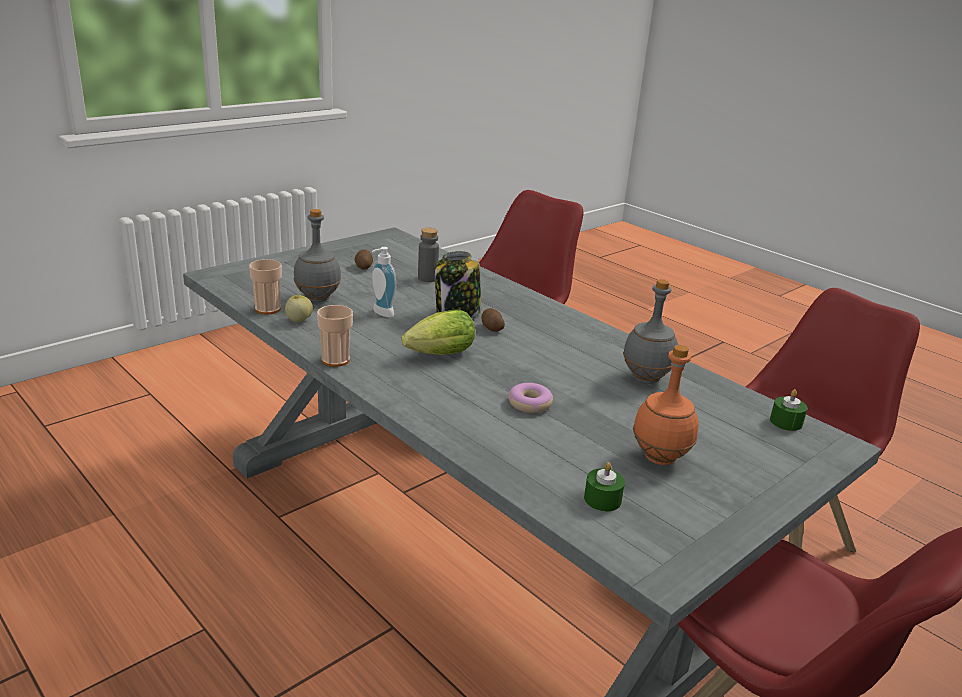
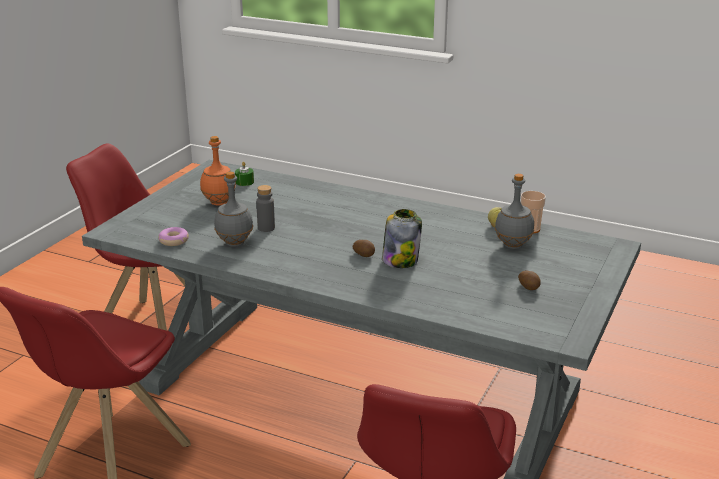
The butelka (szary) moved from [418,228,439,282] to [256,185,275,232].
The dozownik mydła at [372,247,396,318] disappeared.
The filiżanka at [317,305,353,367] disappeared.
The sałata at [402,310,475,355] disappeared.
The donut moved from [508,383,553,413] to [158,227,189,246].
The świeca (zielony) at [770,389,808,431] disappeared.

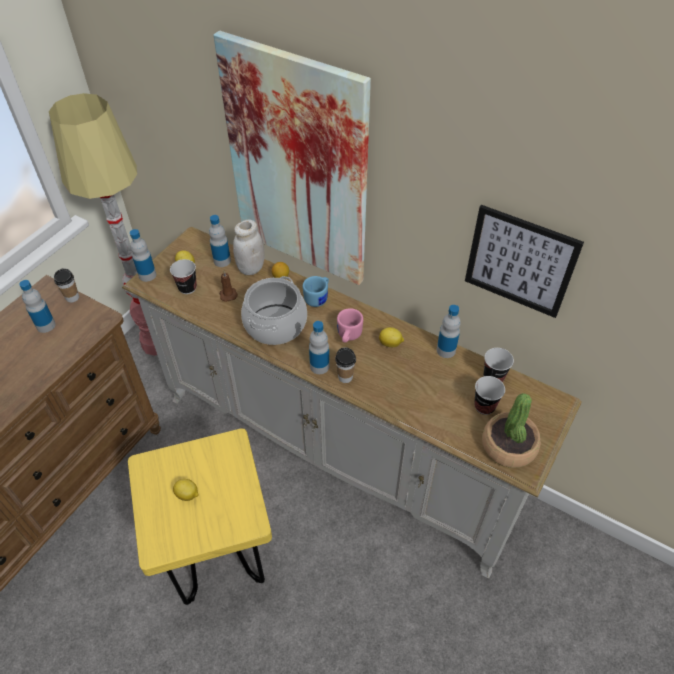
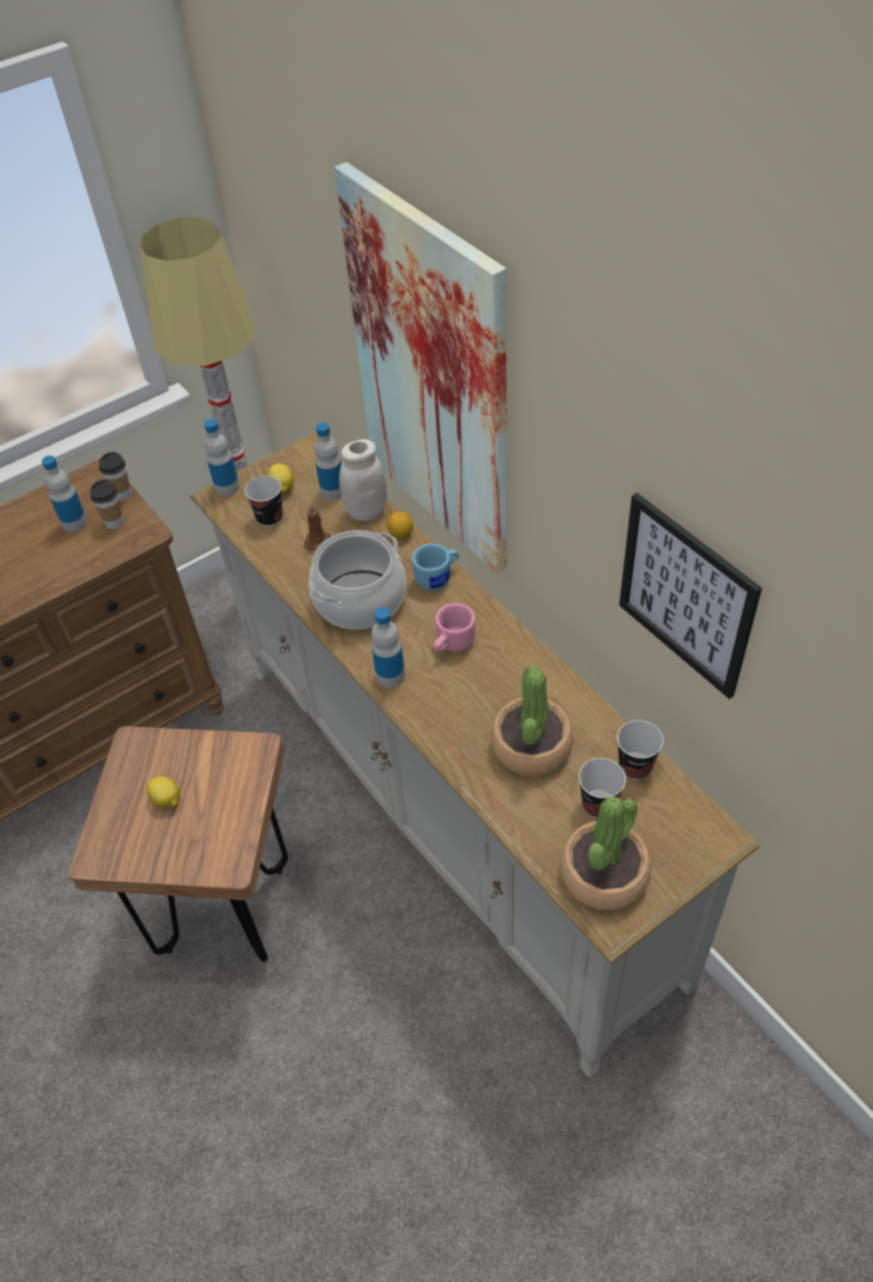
The butelka at [437,305,461,358] disappeared.
The cytryna at [379,327,404,347] disappeared.
The filiżanka moved from [335,347,356,383] to [90,480,124,529].
The stołek (żółty) at [128,428,272,605] became the stołek (brązowy) at [69,726,288,962].
The roślina doniczkowa at [490,665,573,776] appeared.

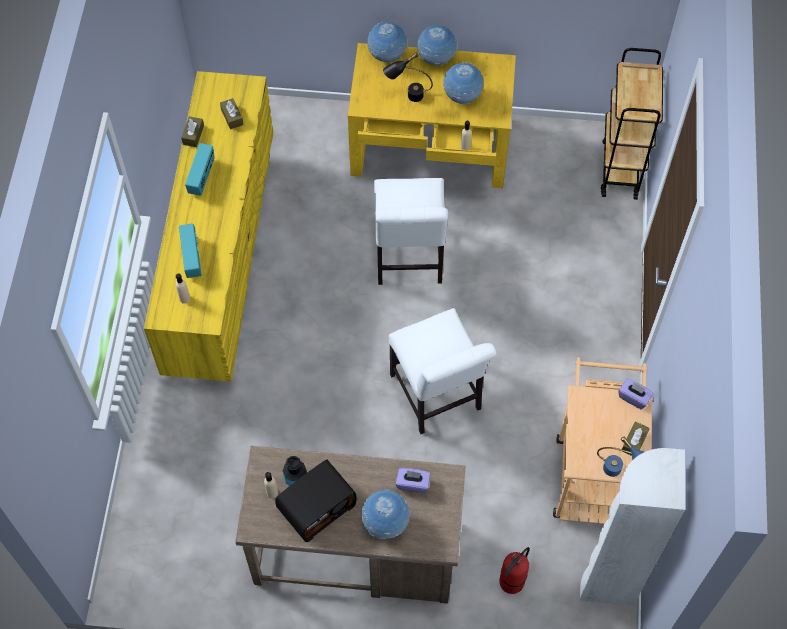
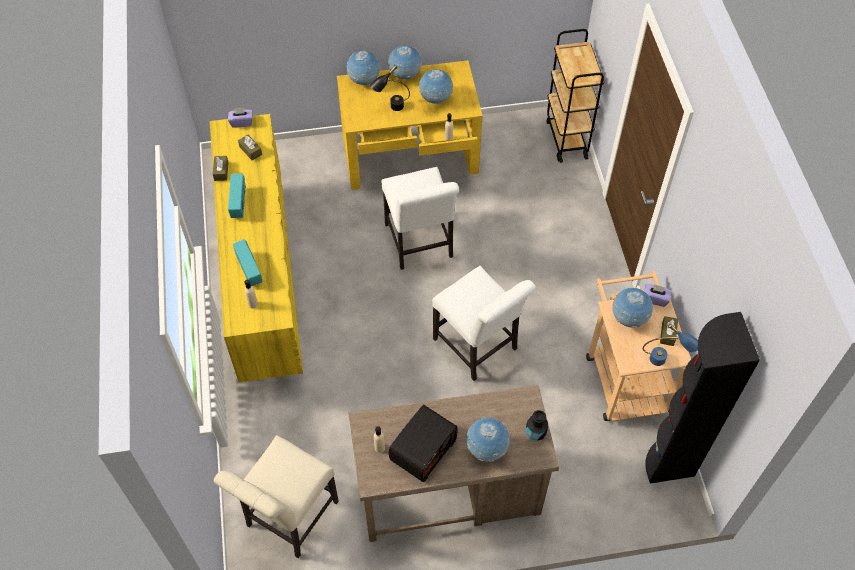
The regał (biały) at [580,448,685,606] became the regał (czarny) at [645,312,760,484].
The butelka (czarny) moved from [283,456,307,486] to [526,410,548,441].
The pudełko chusteczek (fioletowy) moved from [396,468,430,493] to [228,108,252,128].
The gaśnica at [500,547,530,594] disappeared.
The globus at [612,288,653,327] appeared.
The krzesło (beżowy) at [214,435,339,558] appeared.

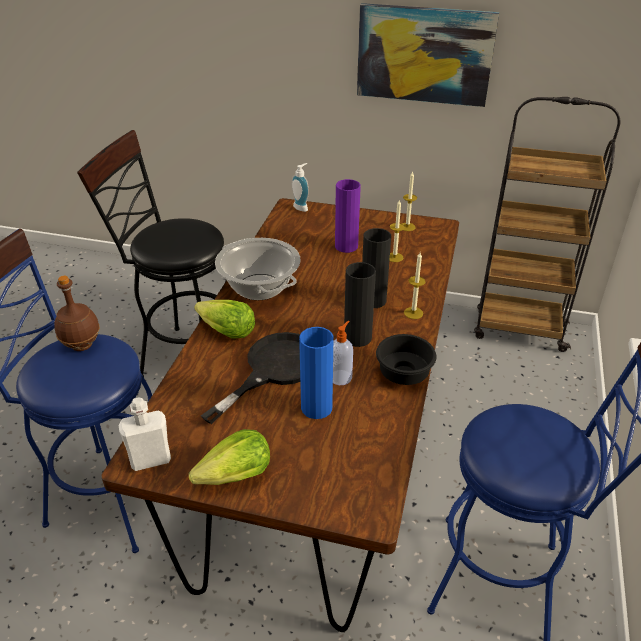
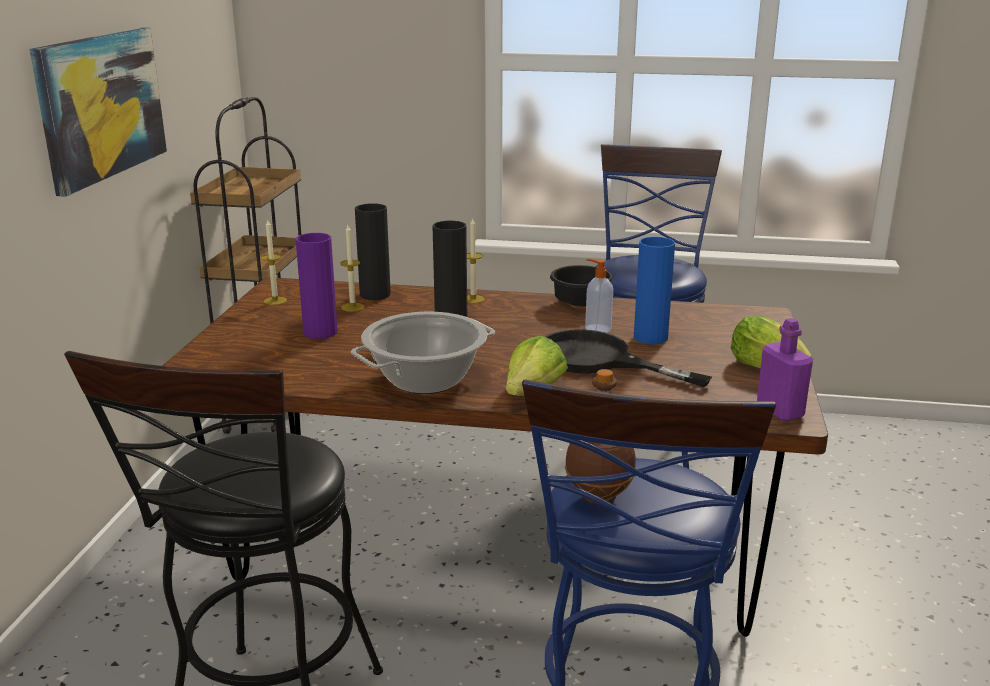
The dozownik mydła at [291,163,309,212] disappeared.
The wazon (czarny) moved from [344,262,376,347] to [355,203,391,300].
The butelka (biały) at [119,397,171,471] became the butelka (fioletowy) at [757,318,813,421].

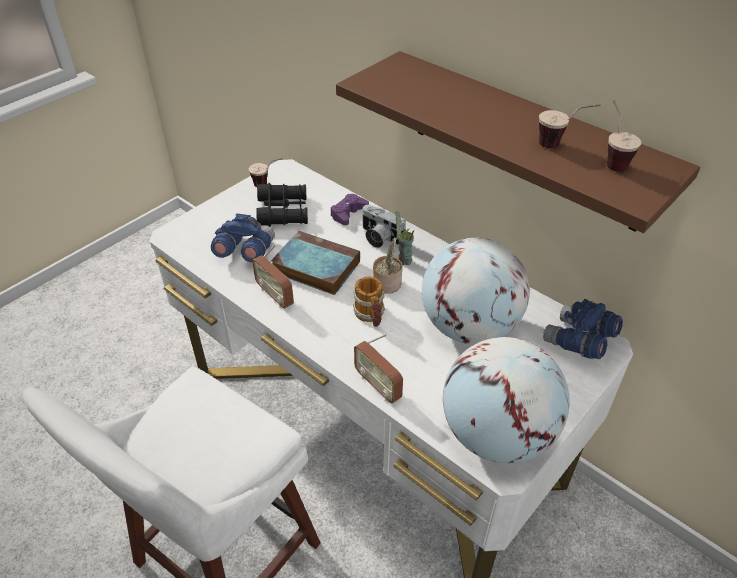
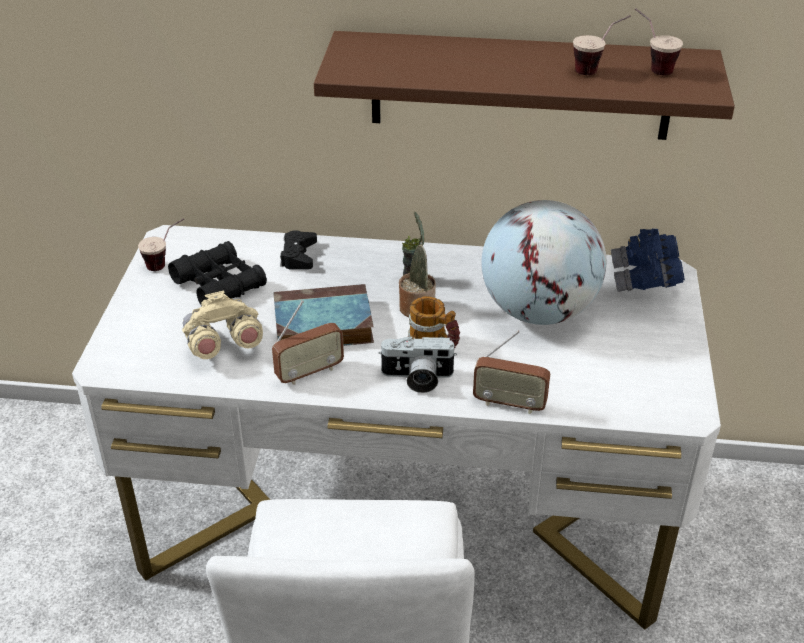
The pad do gier (fioletowy) at [331,194,369,225] became the pad do gier (czarny) at [280,230,317,270].
The aparat fotograficzny moved from [362,205,406,248] to [378,336,457,393].
The lornetka (niebieski) at [211,213,275,262] became the lornetka (beżowy) at [182,290,263,359].
The radio at [252,245,294,308] turned 45 degrees counterclockwise.
The globus at [443,337,570,463] disappeared.

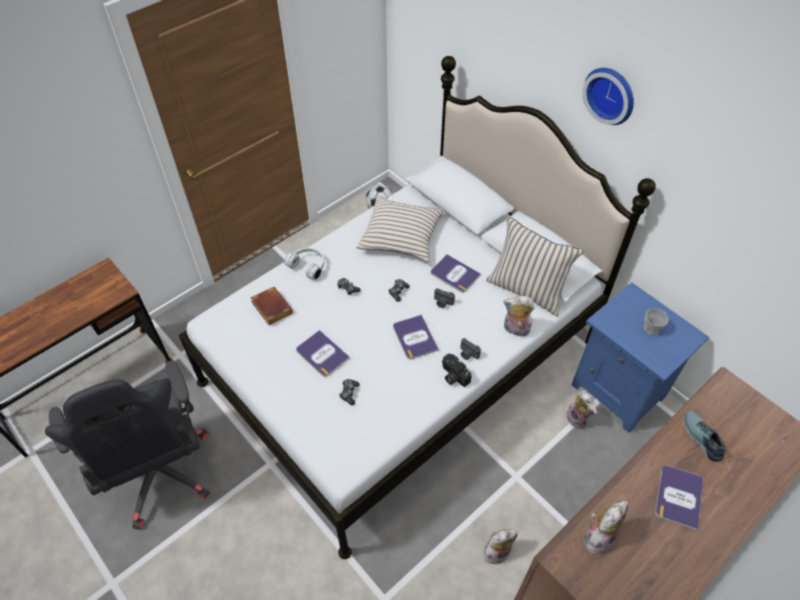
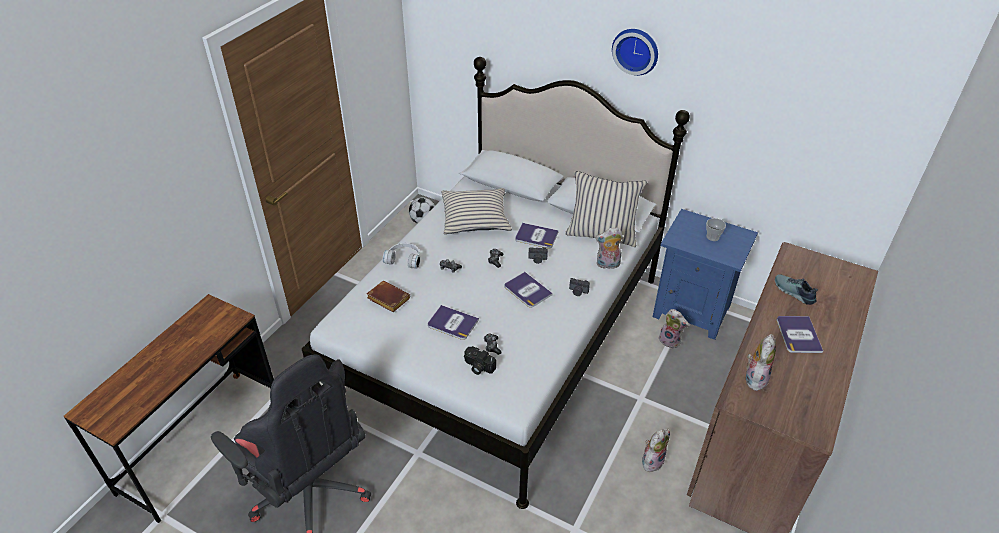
The aparat fotograficzny moved from [442,353,472,387] to [464,346,496,375].

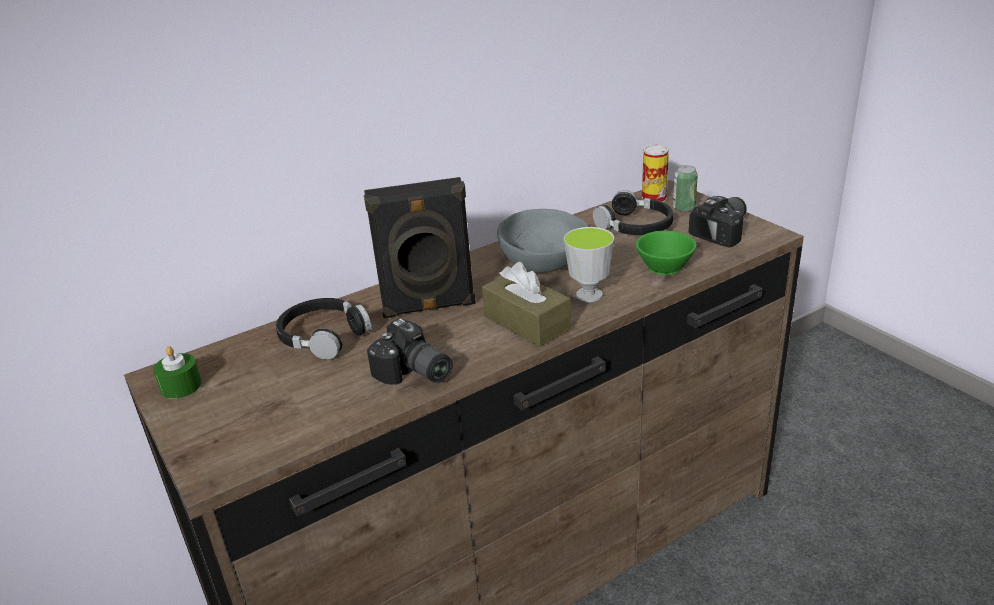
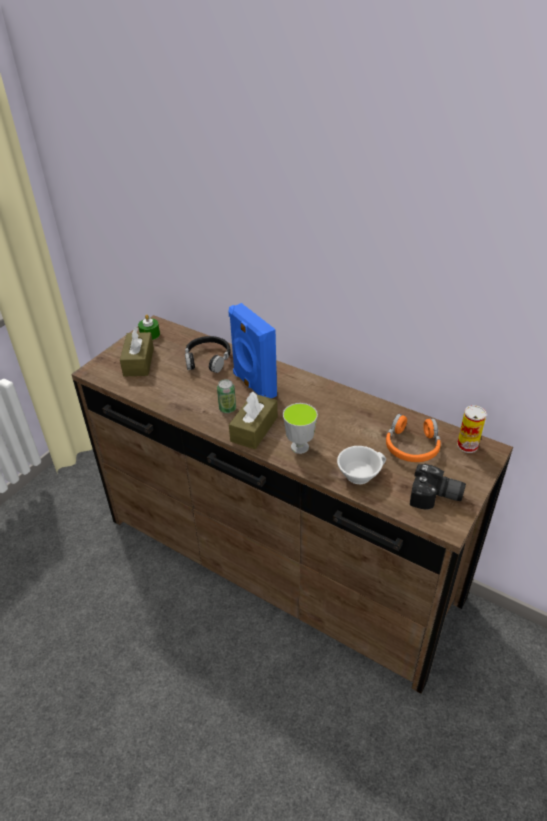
The puszka moved from [673,165,698,212] to [217,379,236,413].
The głośnik (czarny) at [364,177,476,318] became the głośnik (niebieski) at [228,303,277,398].
The słuchawki (czarny) at [593,190,674,235] became the słuchawki (pomarańczowy) at [386,414,441,462].
The miska (szary) at [497,209,588,273] disappeared.
The filiżanka (zielony) at [636,231,697,275] became the filiżanka (biały) at [337,446,386,484].
The aparat fotograficzny at [367,318,453,385] disappeared.
The pudełko chusteczek (brązowy) at [120,327,154,377] appeared.

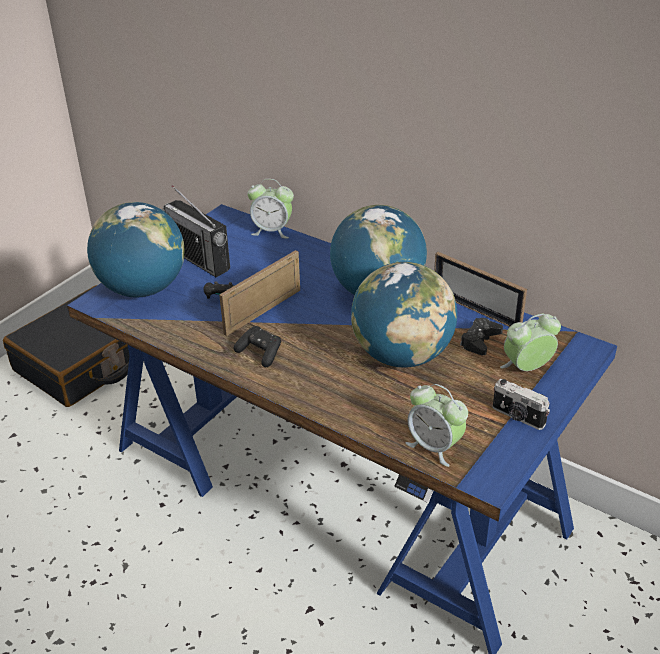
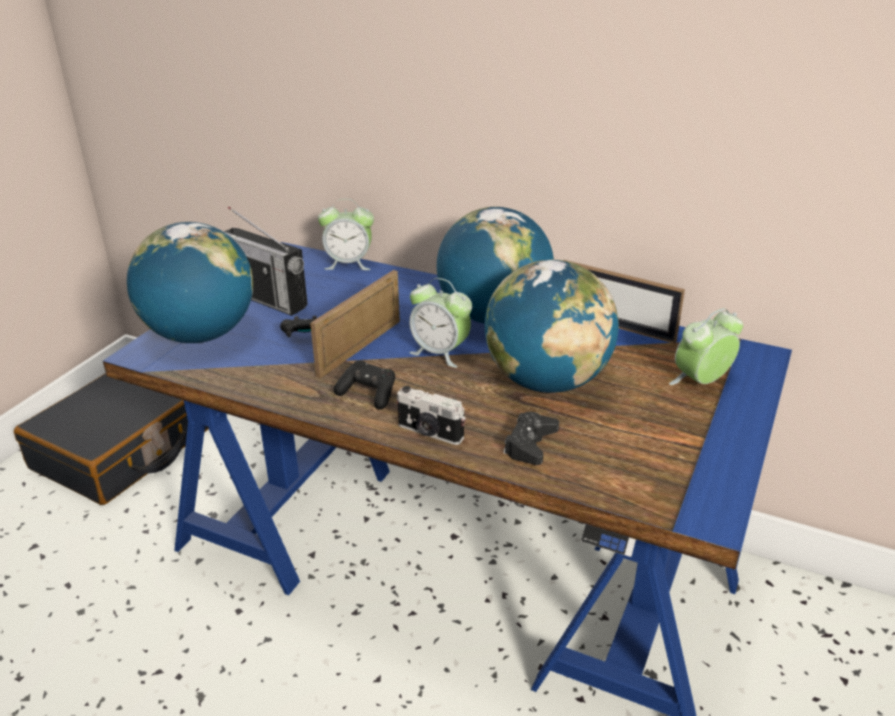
The pad do gier (czarny) moved from [460,318,503,355] to [503,412,559,465].
The aparat fotograficzny moved from [493,379,550,430] to [397,386,465,445].
The budzik moved from [406,384,468,467] to [409,278,472,368].

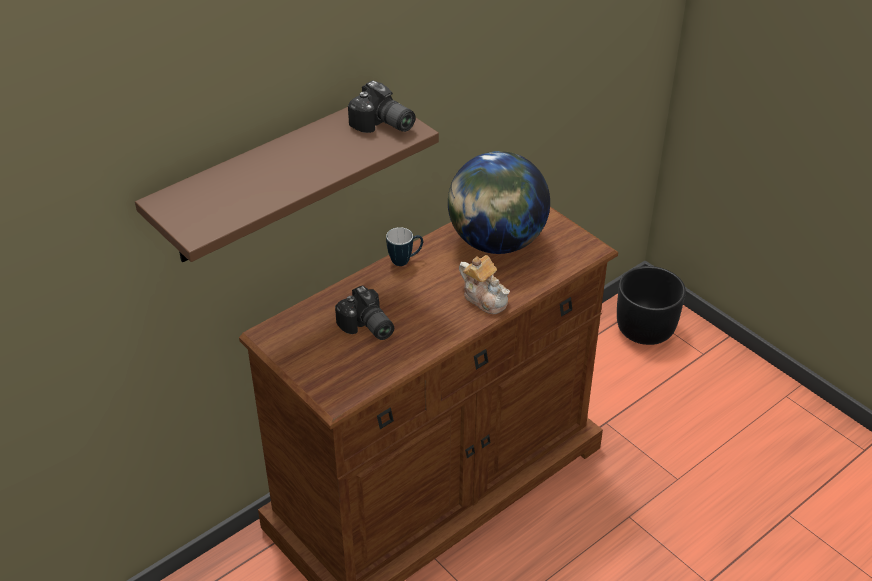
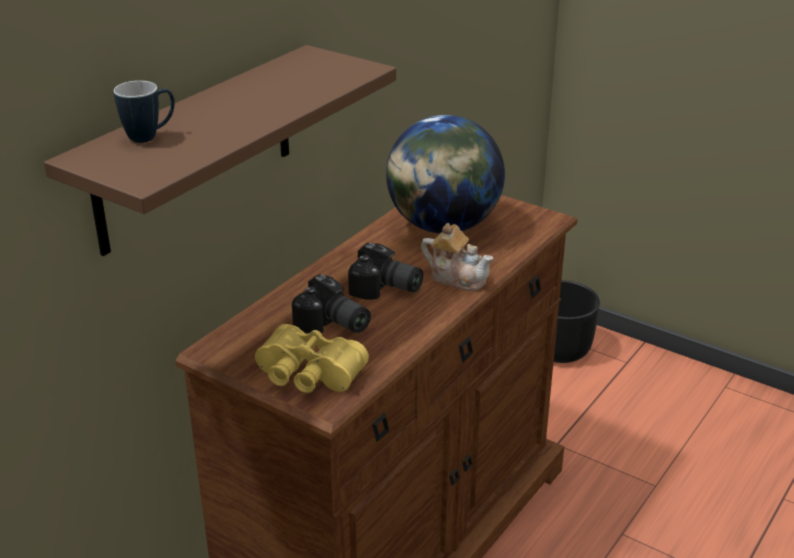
The aparat fotograficzny moved from [348,80,416,133] to [348,242,423,300].
The kubek moved from [386,227,423,266] to [114,81,175,143].
The lornetka (żółty) at [255,324,369,393] appeared.

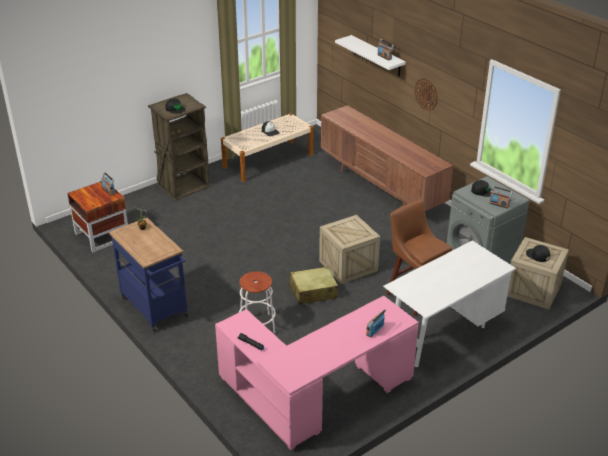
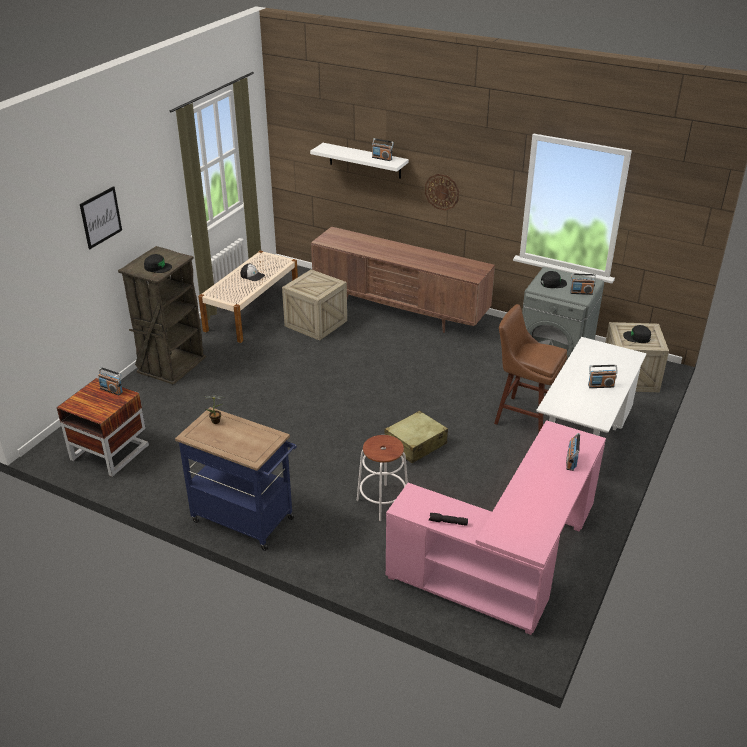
The skrzynka moved from [319,215,380,284] to [282,269,347,340].
The obraz at [80,186,122,249] appeared.
The radio at [588,365,617,388] appeared.

